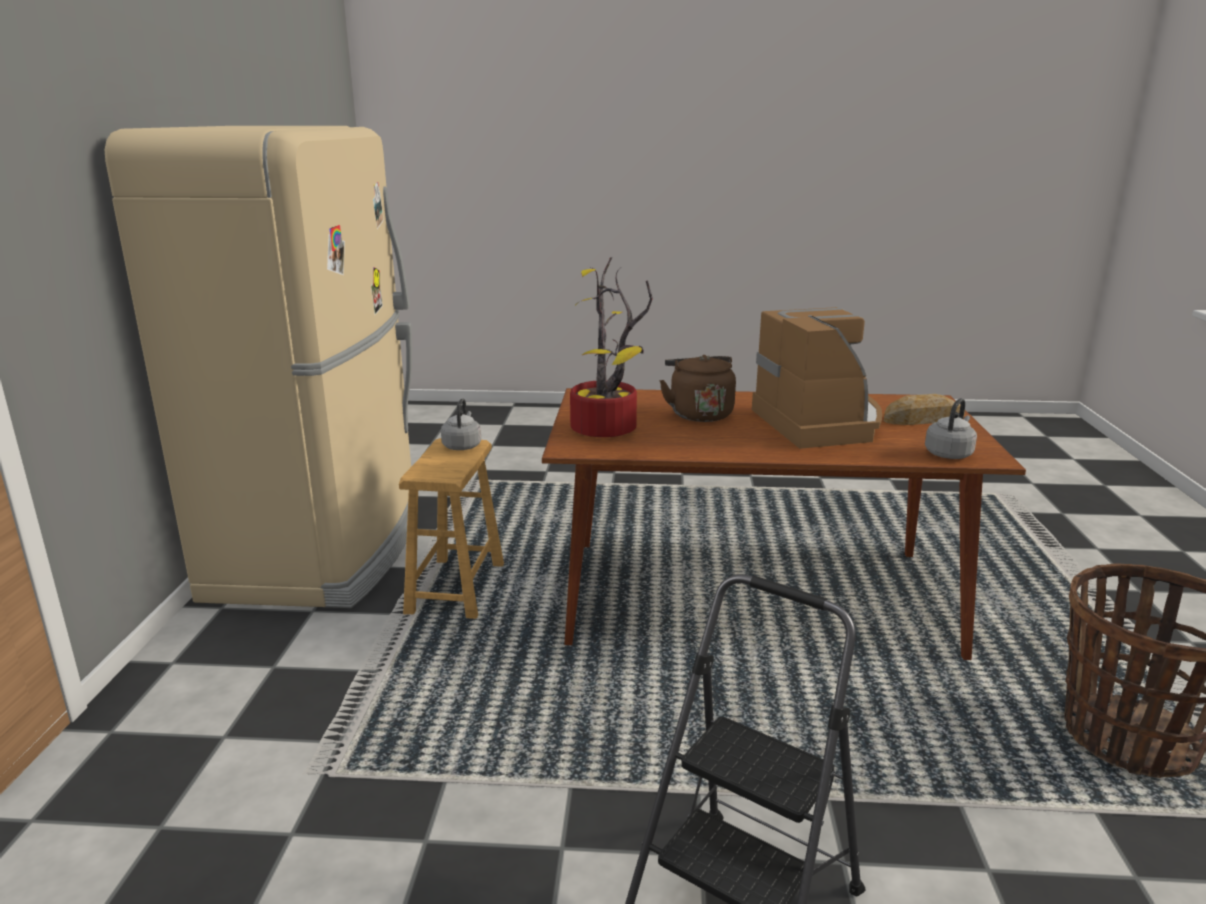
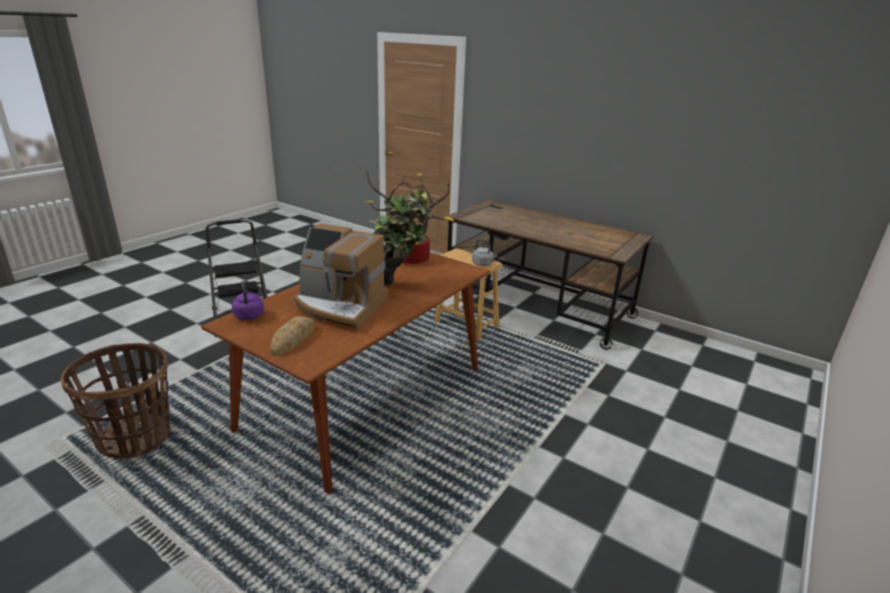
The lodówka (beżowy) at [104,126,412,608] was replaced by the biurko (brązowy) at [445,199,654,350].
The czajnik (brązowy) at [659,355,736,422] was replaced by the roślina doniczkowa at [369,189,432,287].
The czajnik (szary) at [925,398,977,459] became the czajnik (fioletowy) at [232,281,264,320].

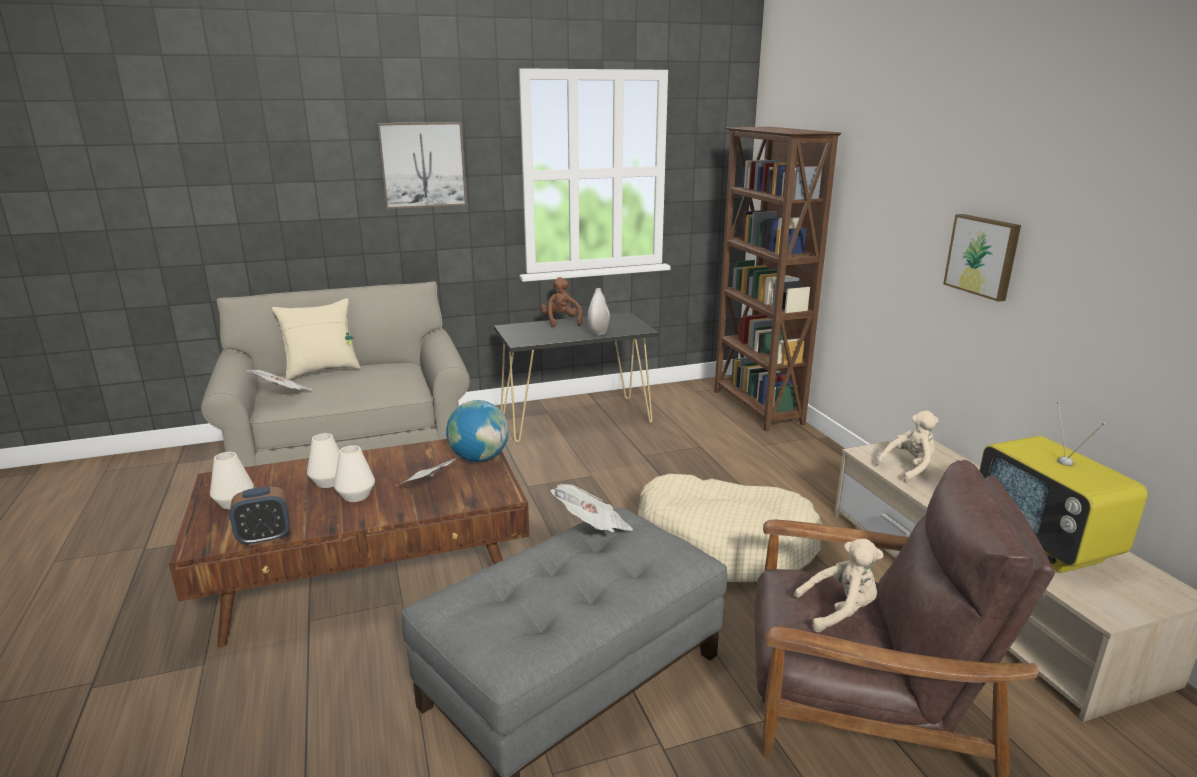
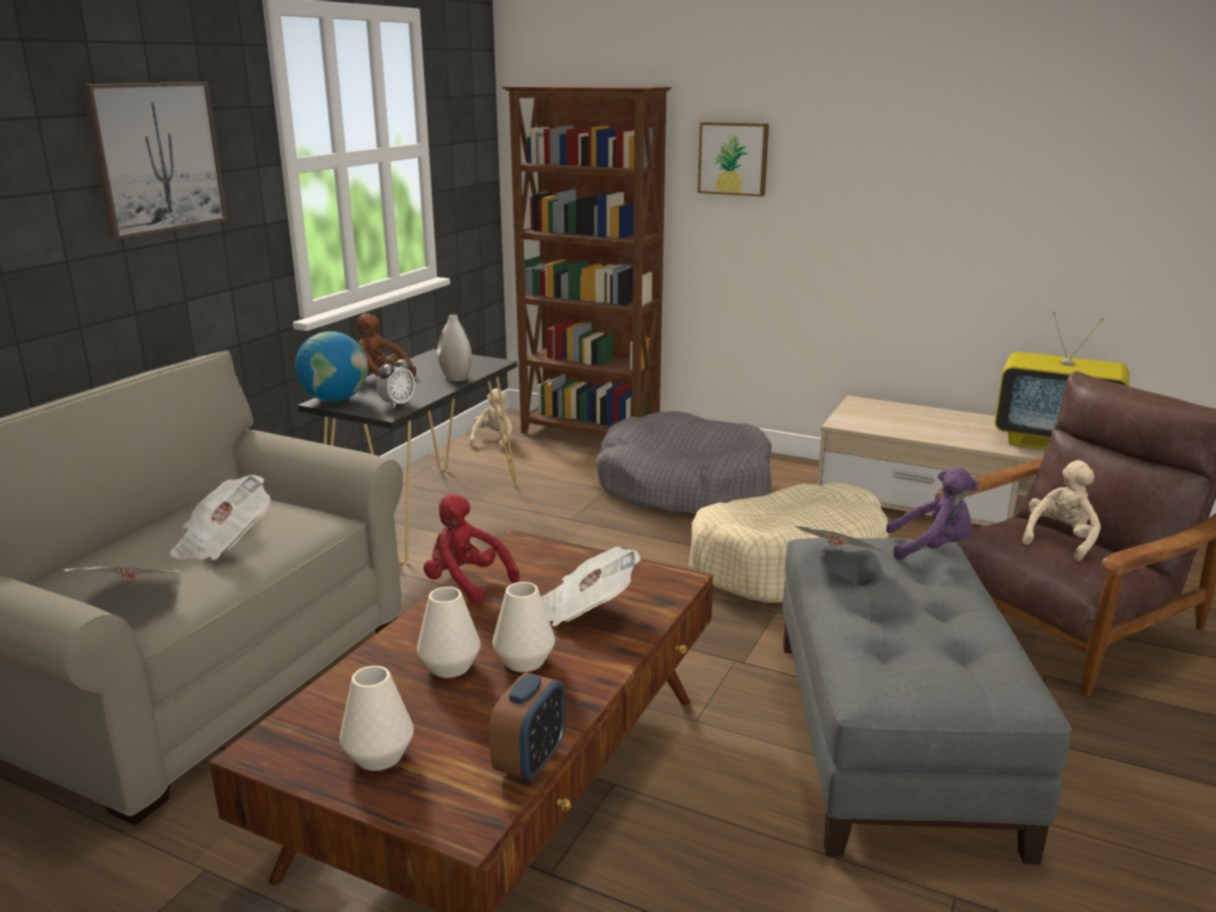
The obraz moved from [943,214,1021,302] to [698,122,769,197].
The poduszka (beżowy) at [272,298,361,380] disappeared.
The globus moved from [446,400,509,462] to [295,331,368,402].
The pluszak (beżowy) moved from [876,411,939,483] to [469,388,512,450].
The budzik at [376,354,415,408] appeared.
The legowisko (szary) at [596,411,772,513] appeared.
The pluszak (fioletowy) at [886,468,979,560] appeared.
The gazeta at [170,475,270,560] appeared.
The pluszak (czerwony) at [424,494,520,604] appeared.

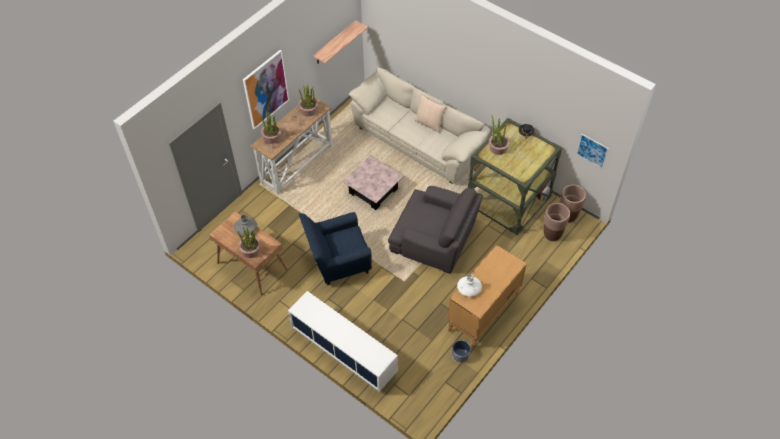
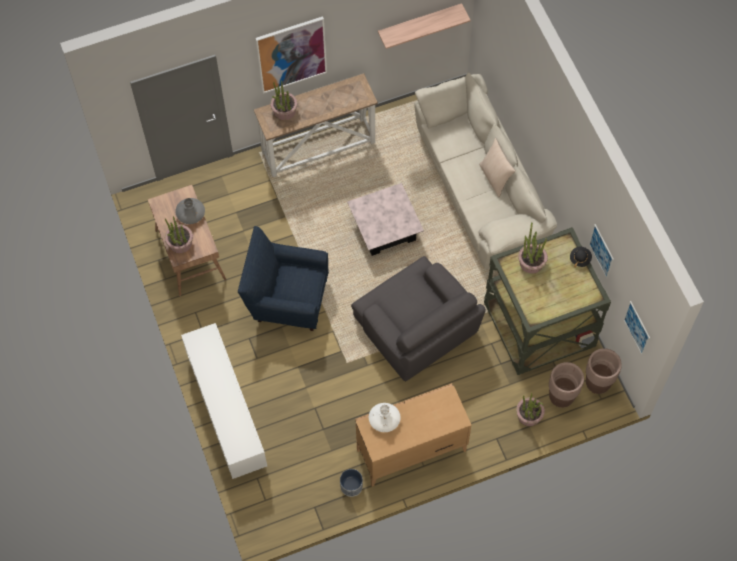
The roślina doniczkowa moved from [298,85,318,116] to [516,393,545,426].
The obraz at [589,224,614,279] appeared.

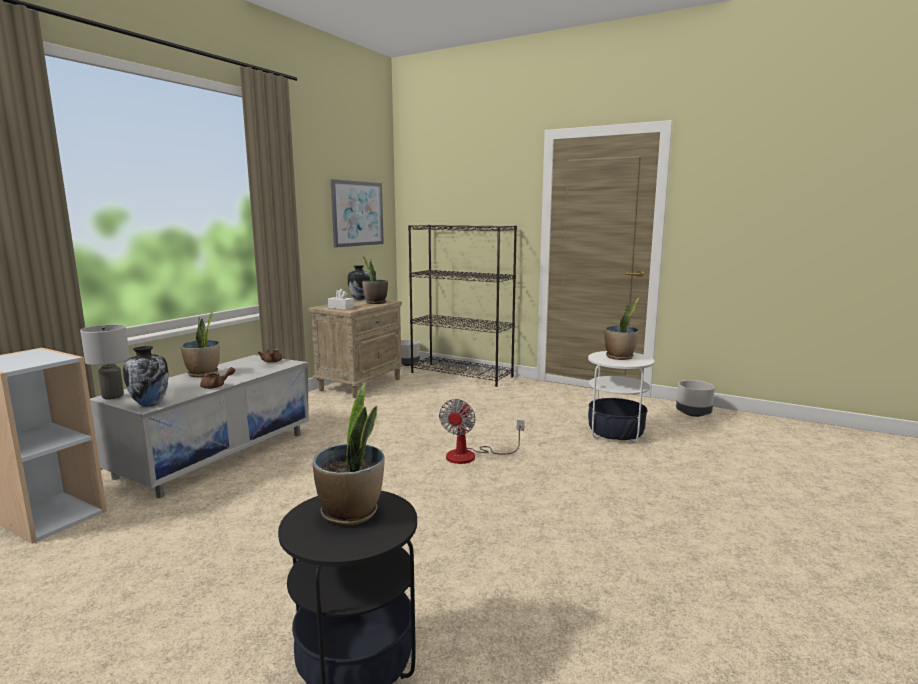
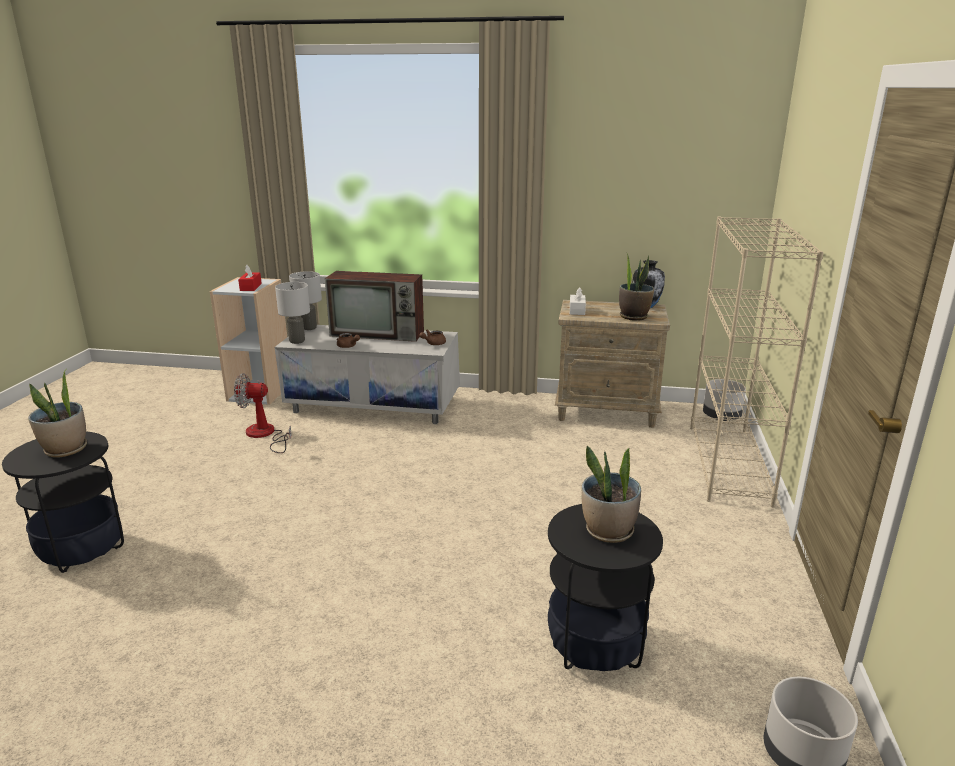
The obraz at [331,179,384,247] disappeared.
The regał (czarny) at [408,225,517,387] became the regał (beżowy) at [690,217,824,508].
The roślina doniczkowa at [181,309,220,377] was replaced by the telewizor at [325,271,424,342].
The wazon at [123,346,169,407] was replaced by the lampa stołowa (biały) at [275,282,310,344].
The stolik (biały) at [588,351,654,443] became the stolik (czarny) at [548,504,663,671].
The wentylator moved from [439,399,524,464] to [234,373,292,453].
The pudełko chusteczek (czerwony) at [238,265,262,291] appeared.

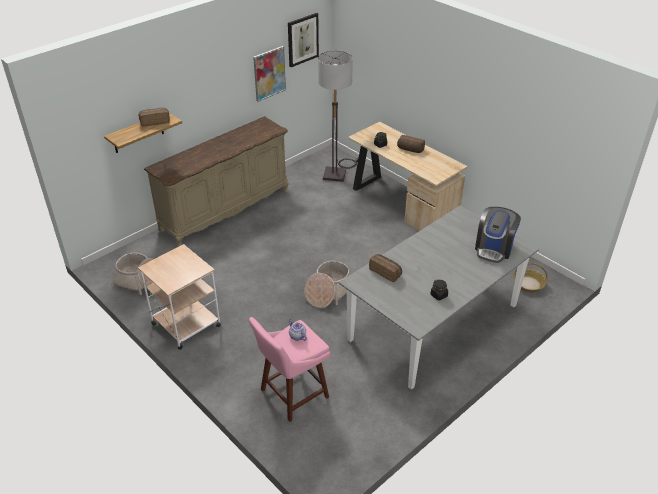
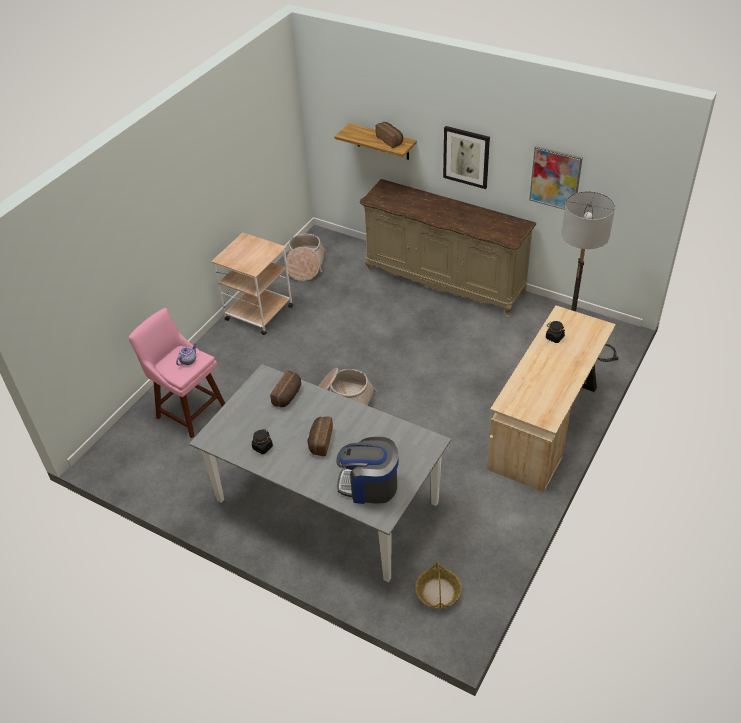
The obraz moved from [288,13,319,67] to [443,126,490,189].
The chleb moved from [397,135,425,153] to [307,417,333,456].

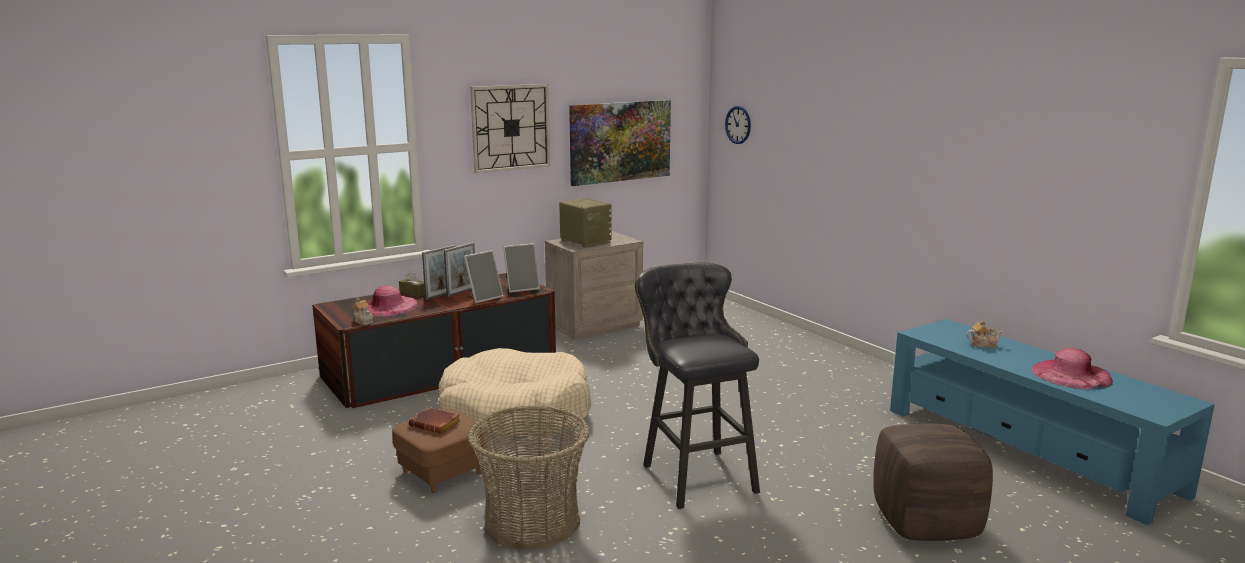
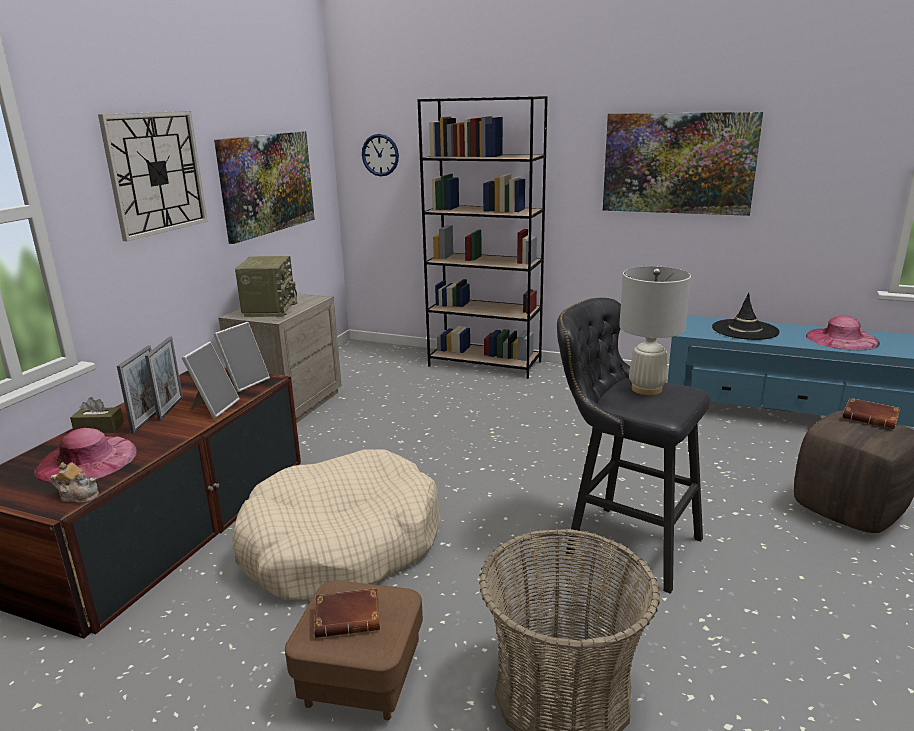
The radio at [559,198,612,248] turned 75 degrees clockwise.
The imbryk at [966,320,1003,347] was replaced by the kapelusz (czarny) at [712,293,780,340].
The regał (beżowy) at [418,96,548,379] appeared.
The obraz at [603,112,763,216] appeared.
The lampa stołowa (biały) at [619,266,691,395] appeared.
The książka (brązowy) at [842,398,901,429] appeared.

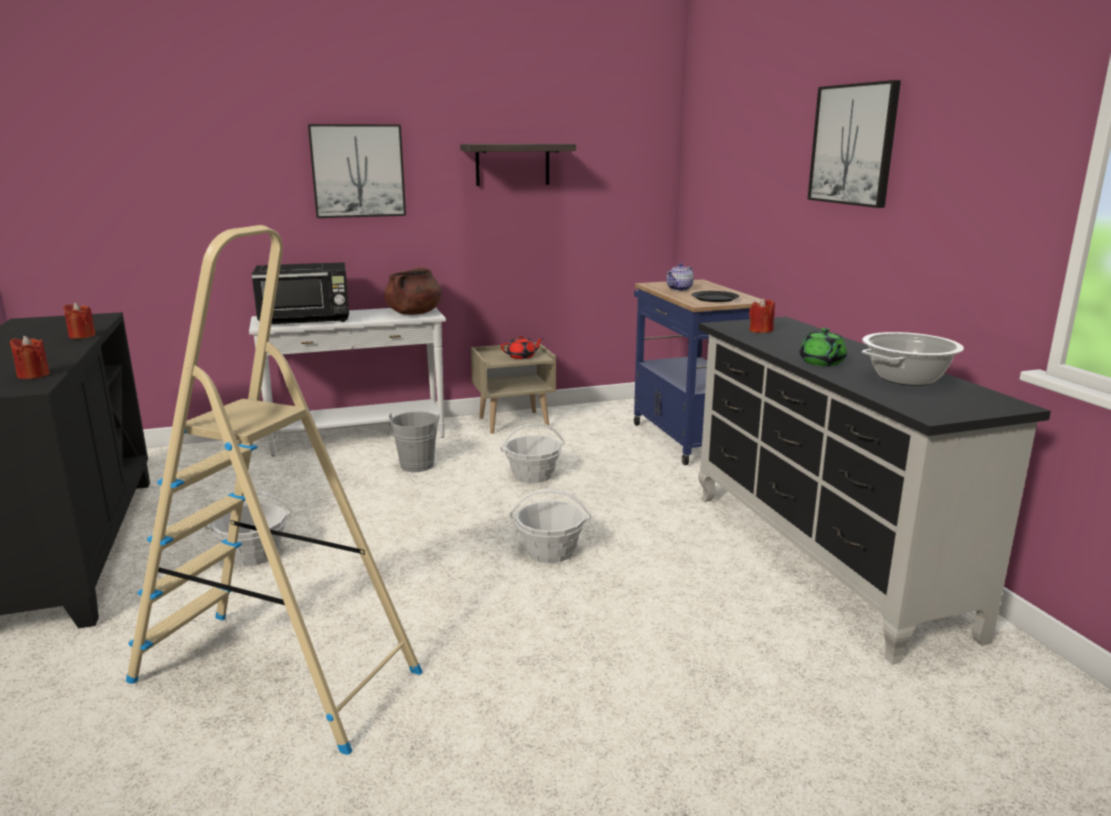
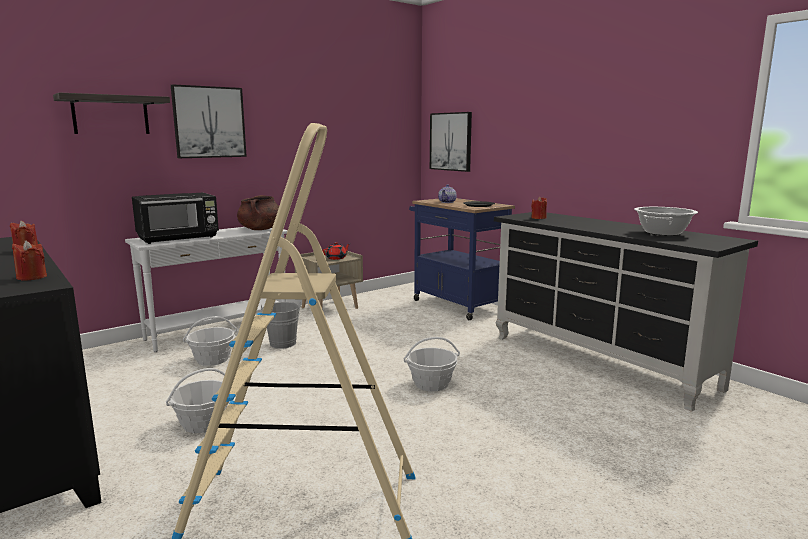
The obraz moved from [807,80,901,208] to [430,112,472,172].
The półka moved from [460,144,576,186] to [53,93,170,134].
The imbryk (zielony) at [799,328,847,366] disappeared.
The koszyk moved from [500,423,565,483] to [183,316,237,366].

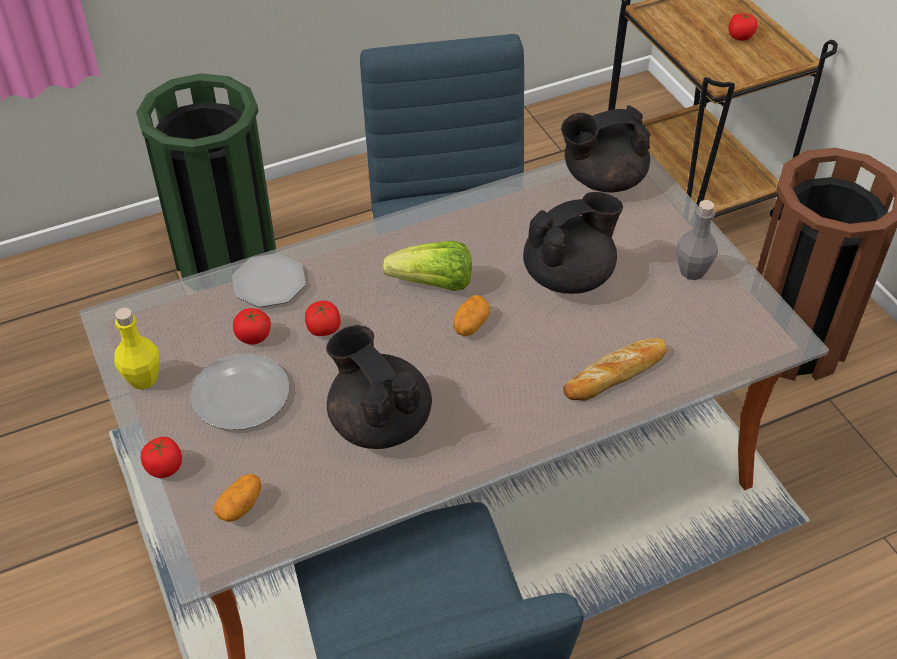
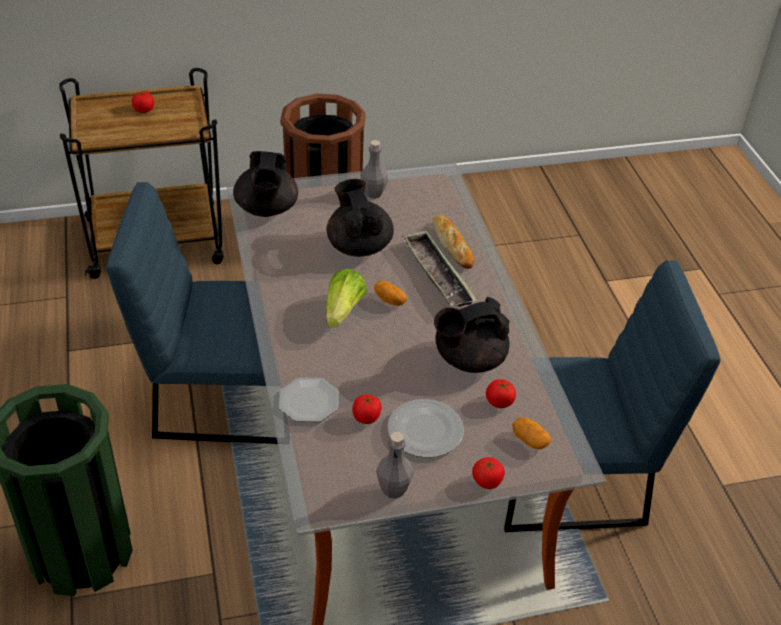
The pomidor moved from [305,301,341,336] to [486,379,516,408].
The butelka (żółty) at [114,308,159,390] became the butelka (szary) at [376,432,414,499].
The taca at [402,230,477,307] appeared.

